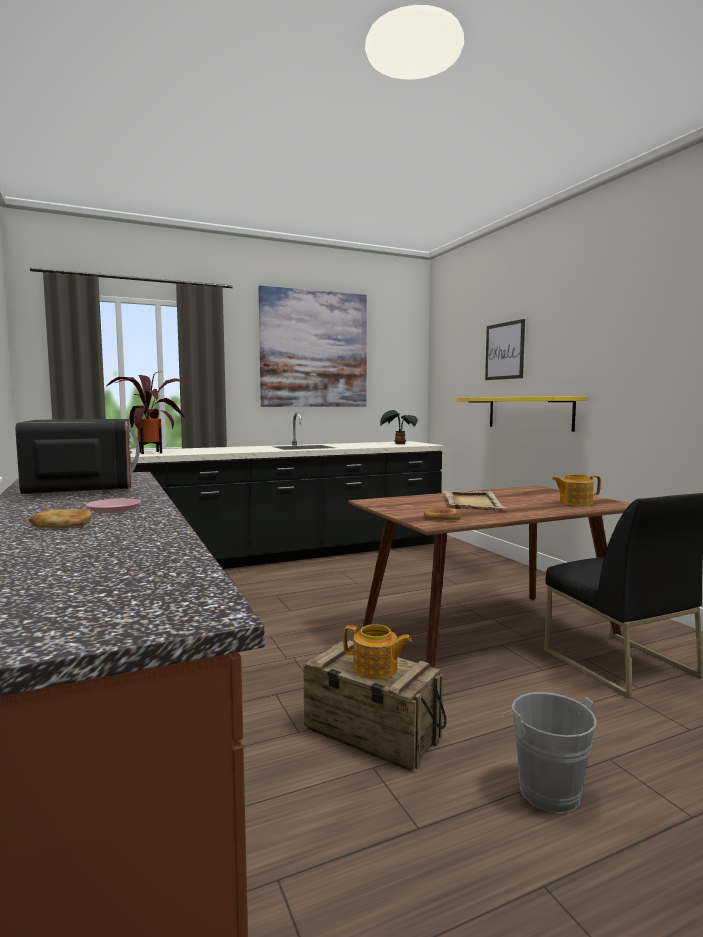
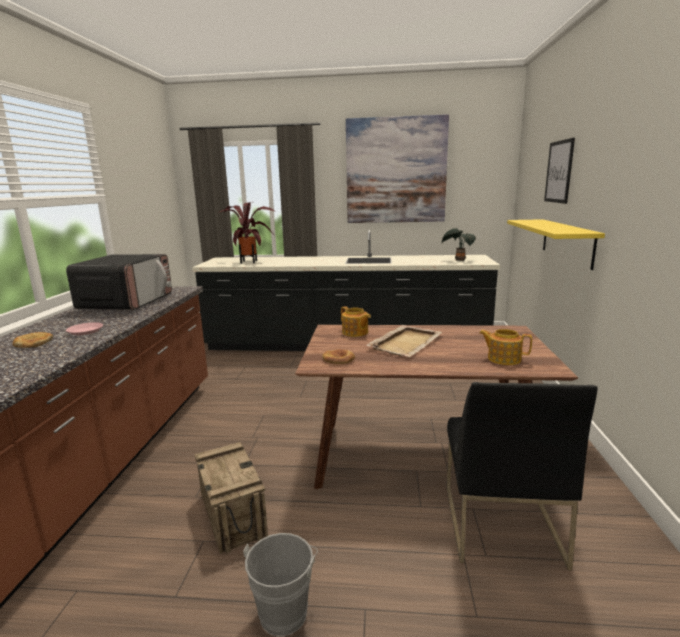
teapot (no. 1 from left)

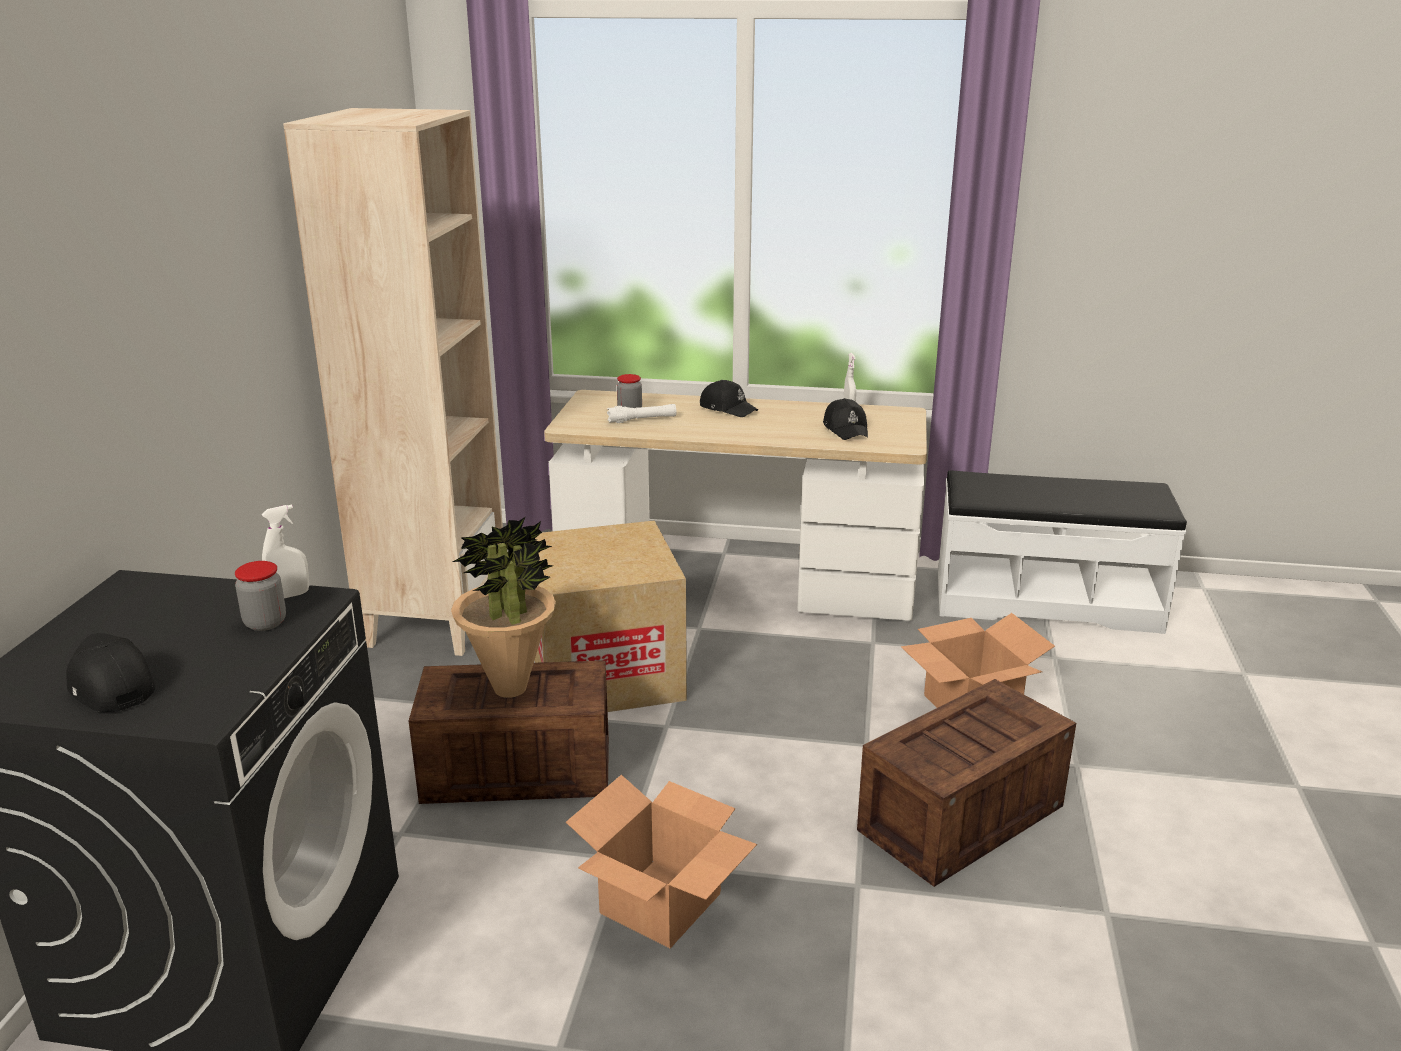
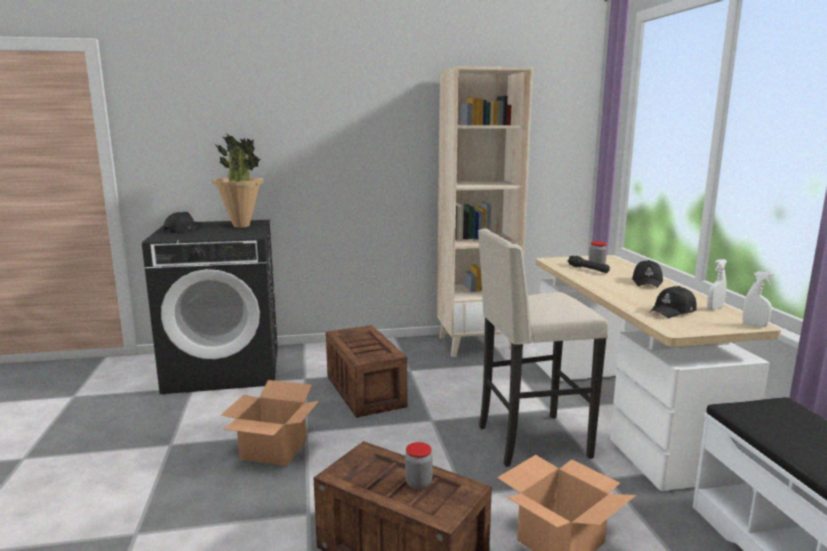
cardboard_box (no. 1 from left in the first image)
beige_stool
jar (no. 1 from left)
white_spray_bottle (no. 2 from left)
potted_plant
black_flashlight

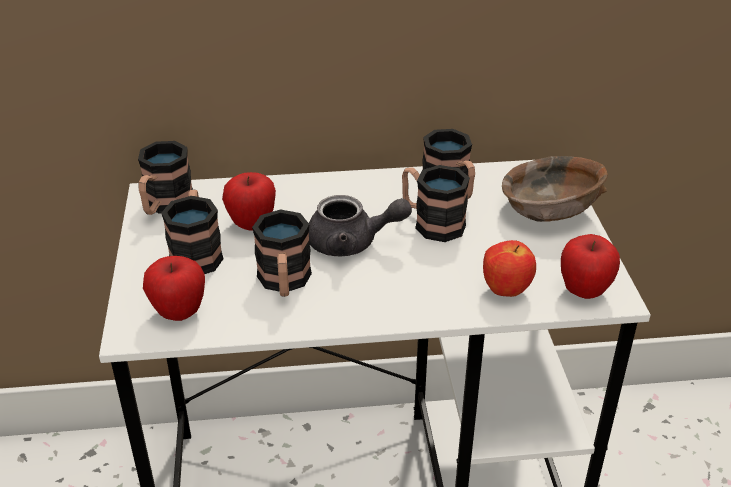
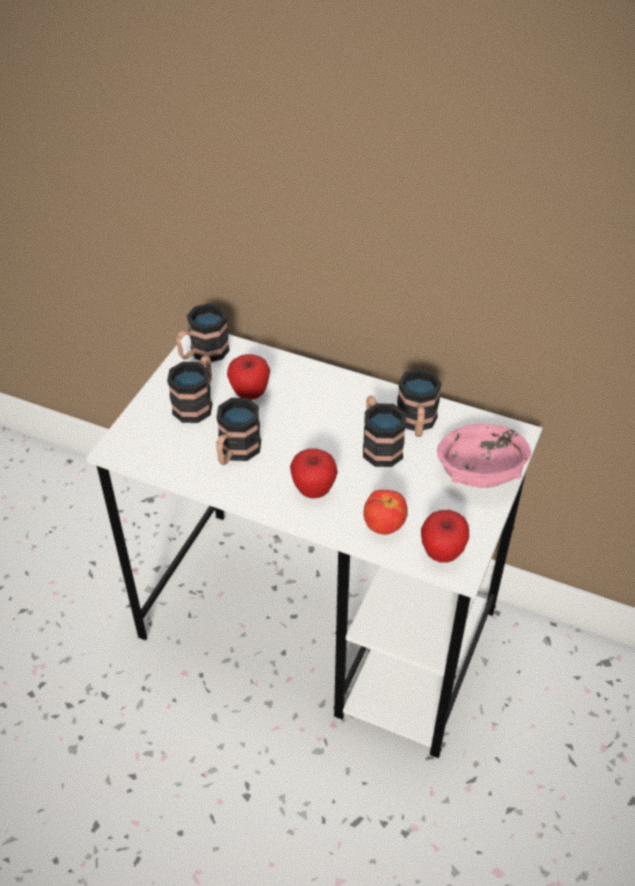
grey_teapot
apple (no. 2 from left)
pink_bowl

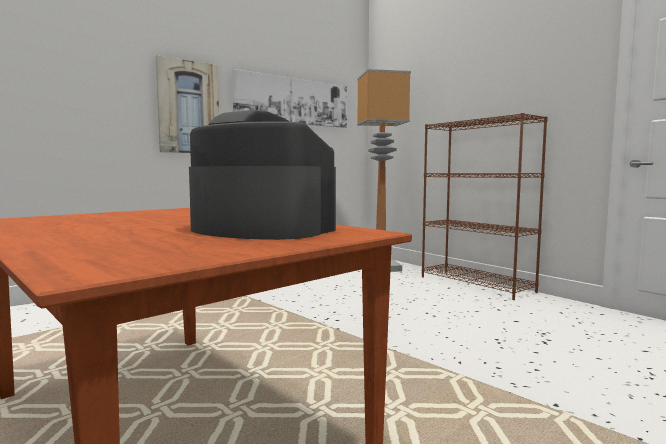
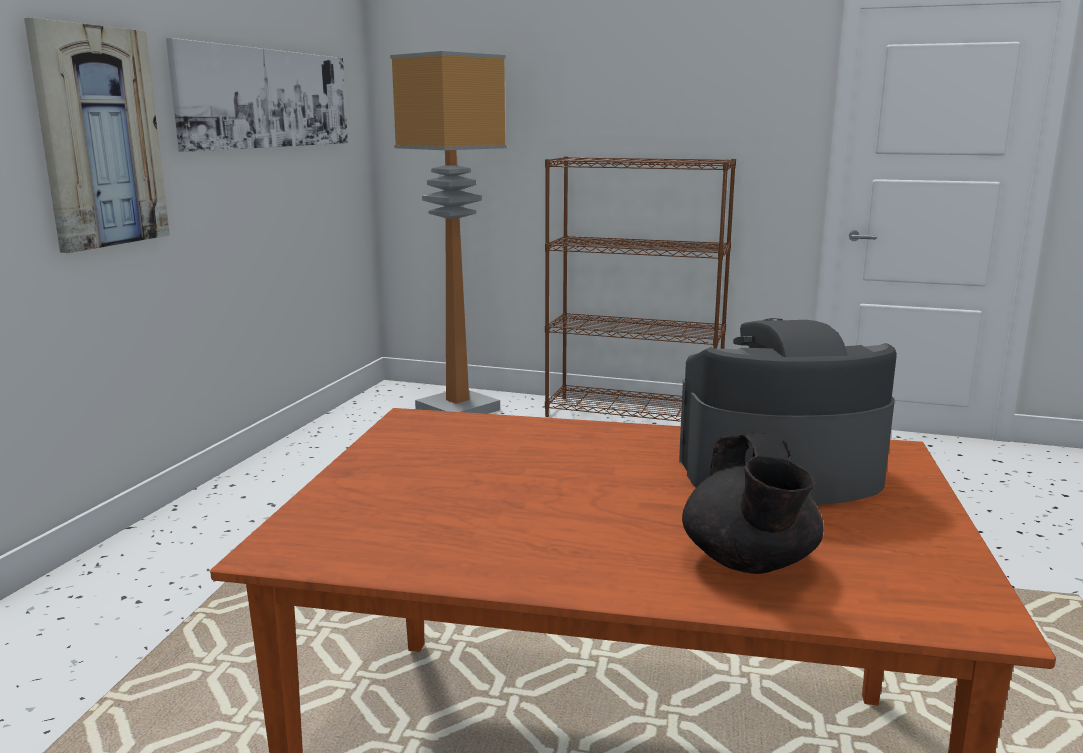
black_teapot

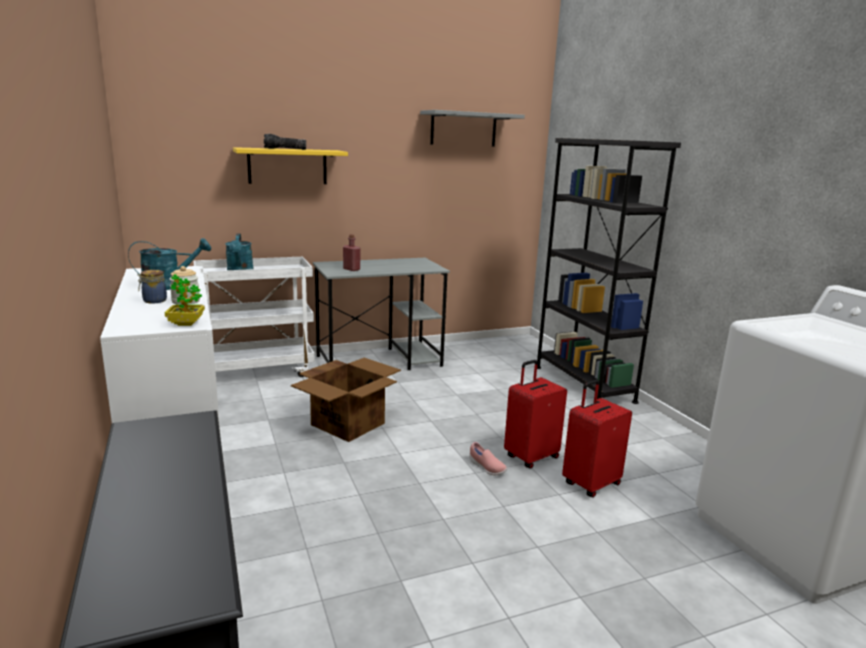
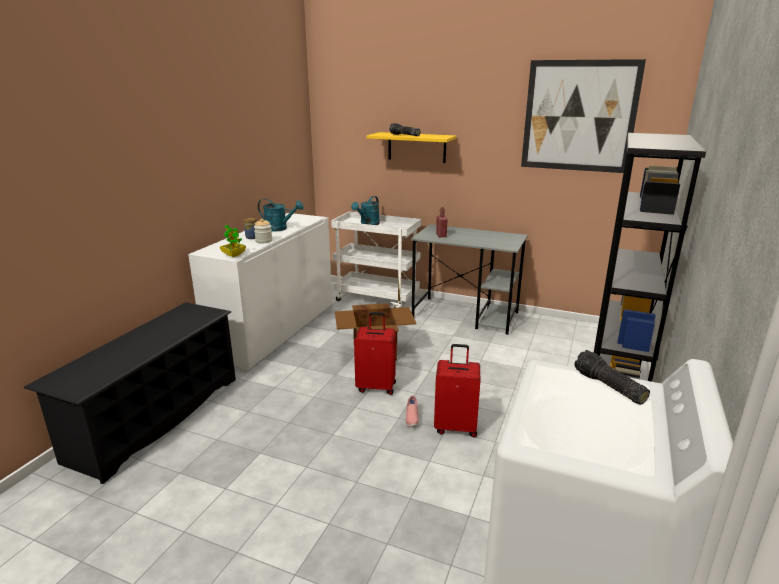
flashlight (no. 2 from left)
red_suitcase (no. 1 from left)
picture

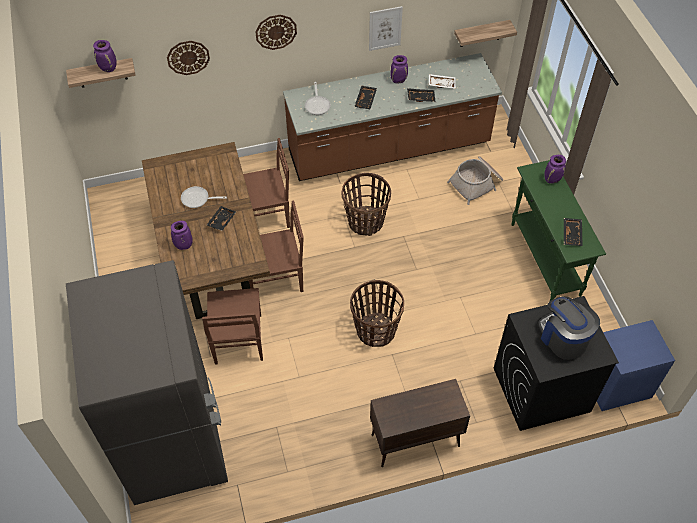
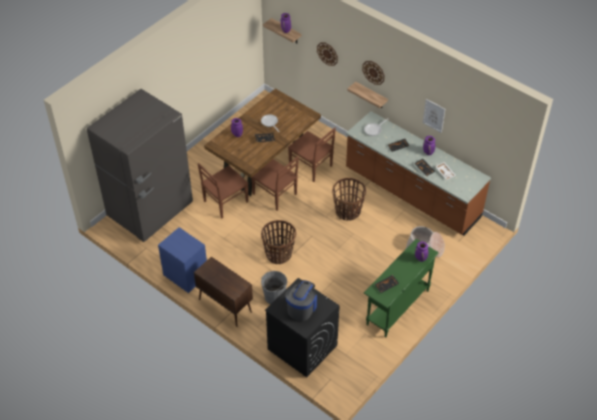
grey_bucket
shelf (no. 2 from left)
blue_nightstand

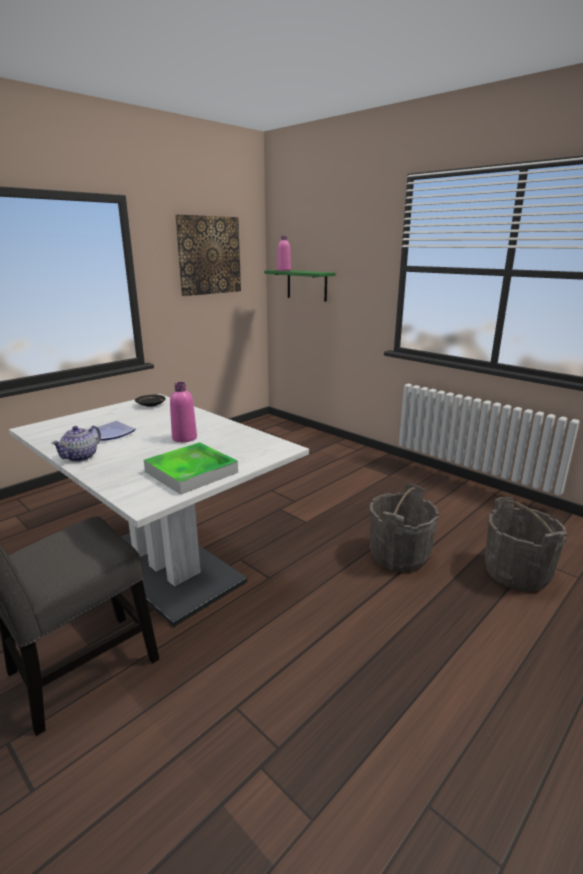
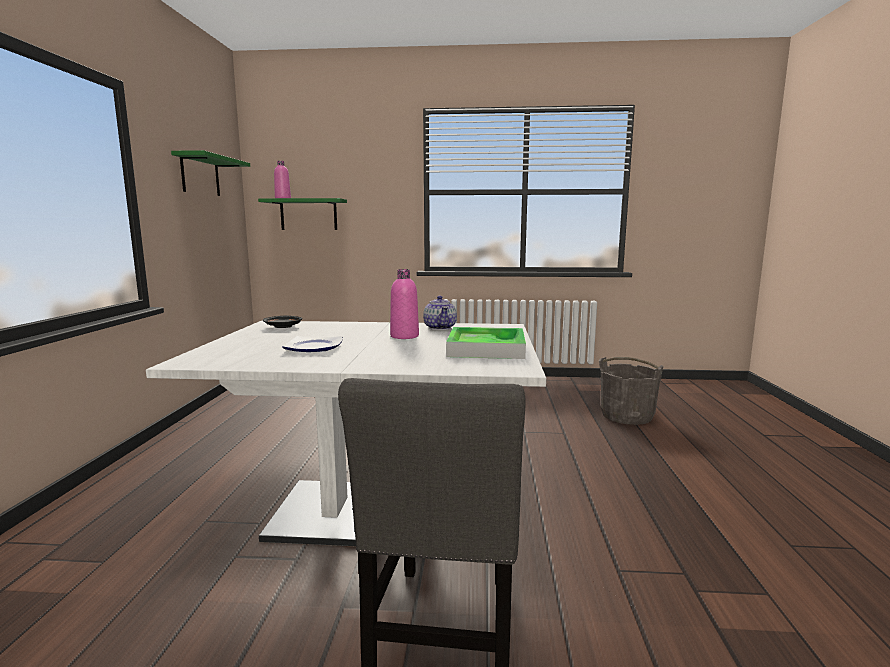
grey_bucket (no. 1 from left in the first image)
teapot
green_shelf (no. 1 from left)

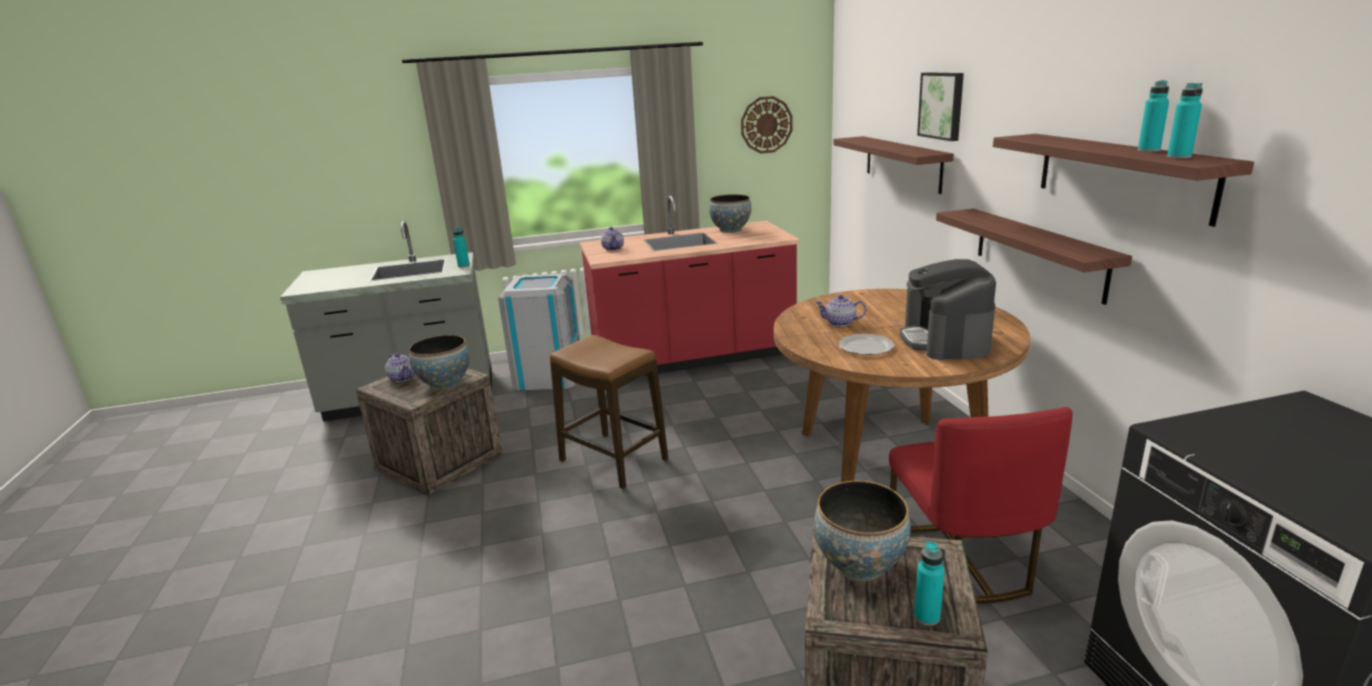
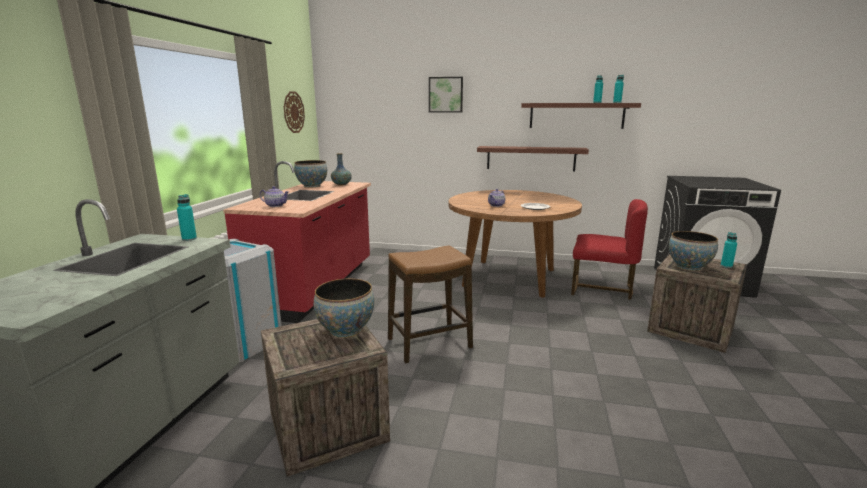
teapot (no. 1 from left in the first image)
shelf (no. 1 from left in the first image)
coffee_machine
vase

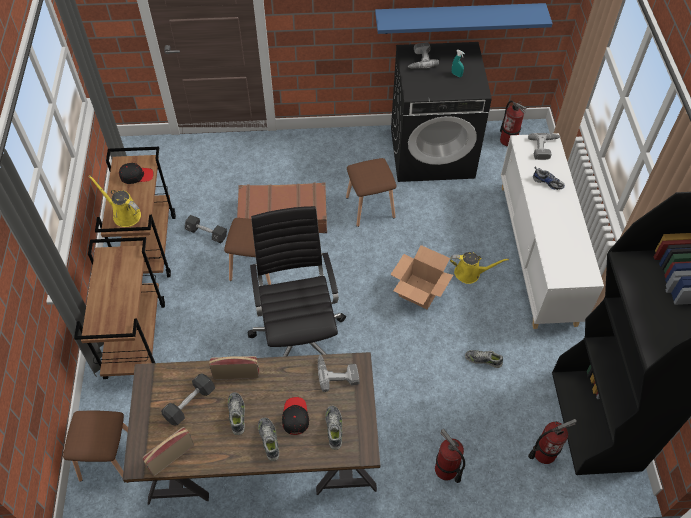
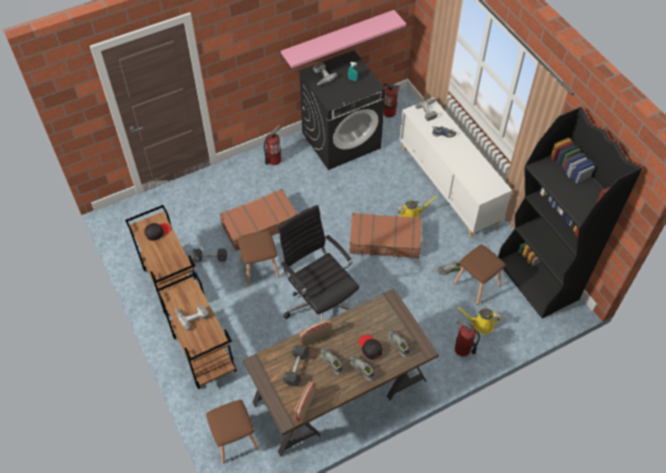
yellow_watering_can (no. 2 from left)
power_drill (no. 1 from left)
brown_stool (no. 3 from left)
fire_extinguisher (no. 1 from left)
brown_suitcase (no. 2 from left)
pink_shelf

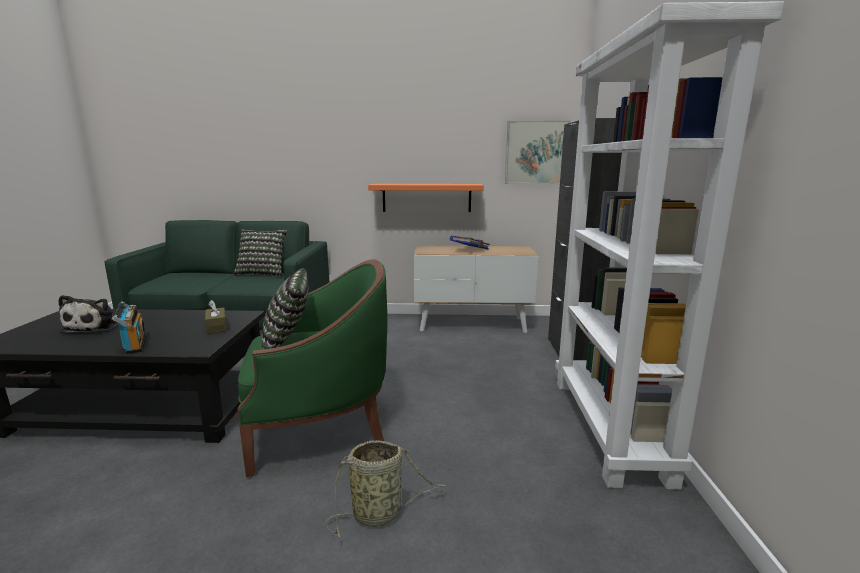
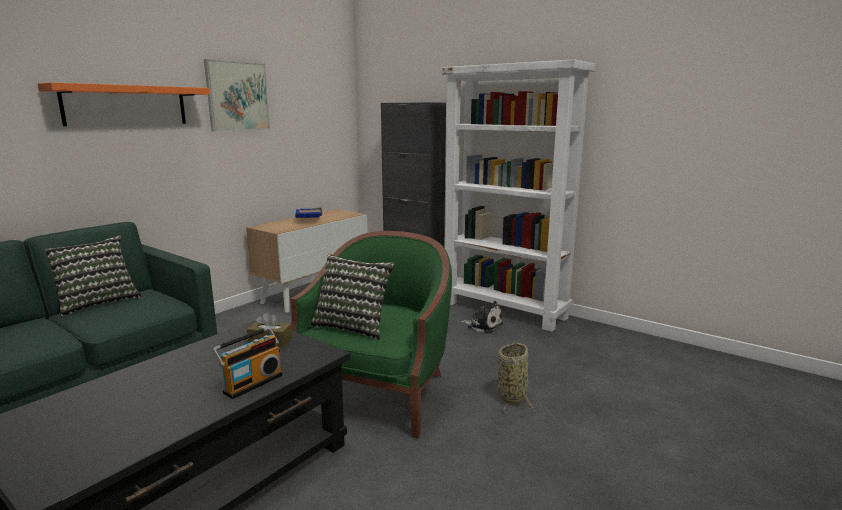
plush_toy
orange_shelf
picture
radio

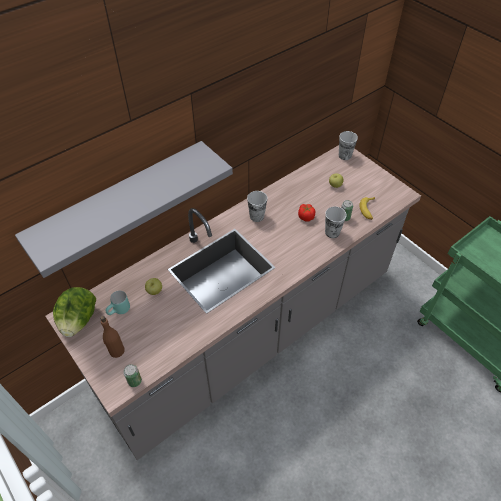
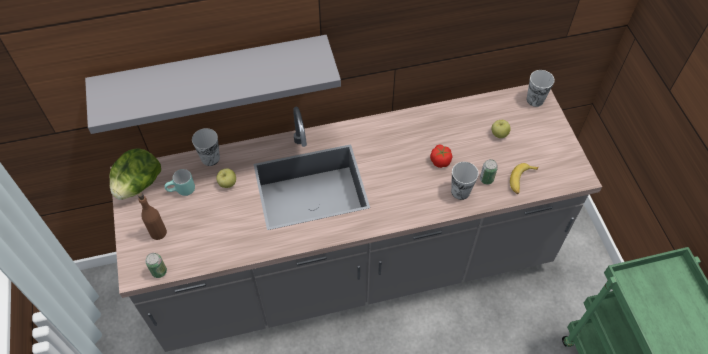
cup (no. 1 from left)

